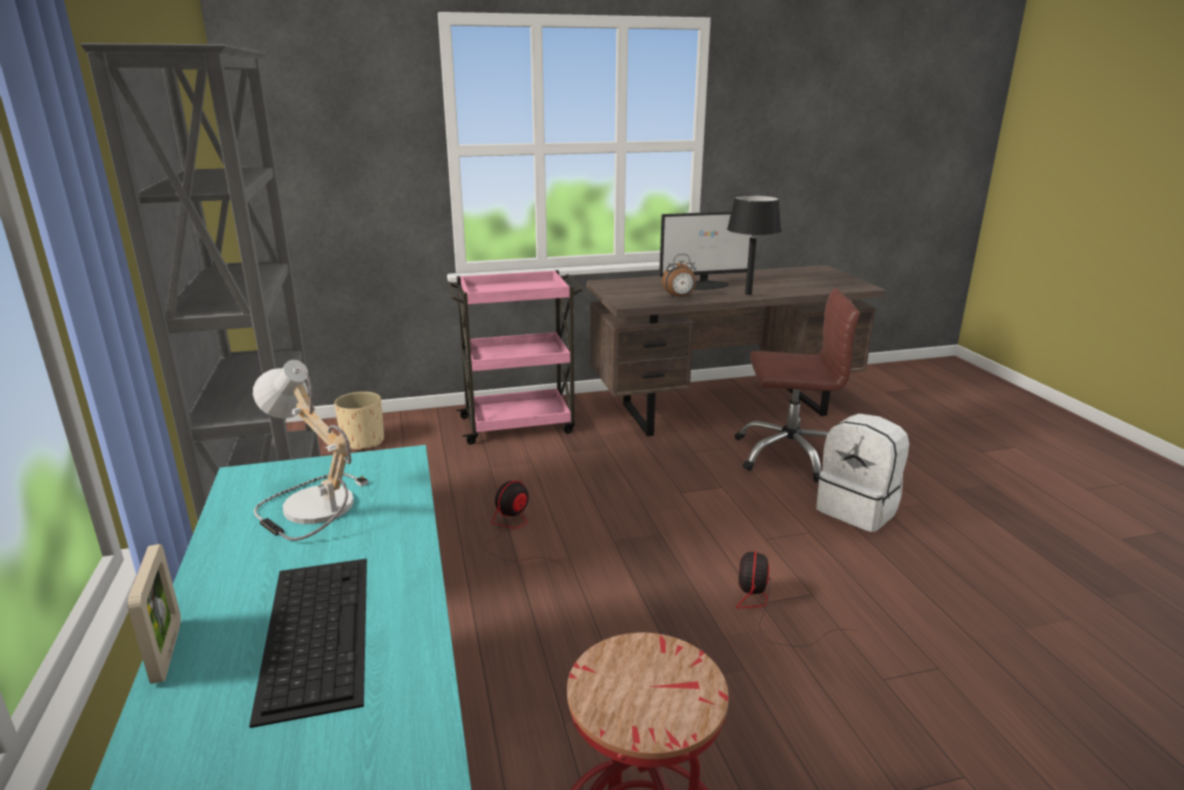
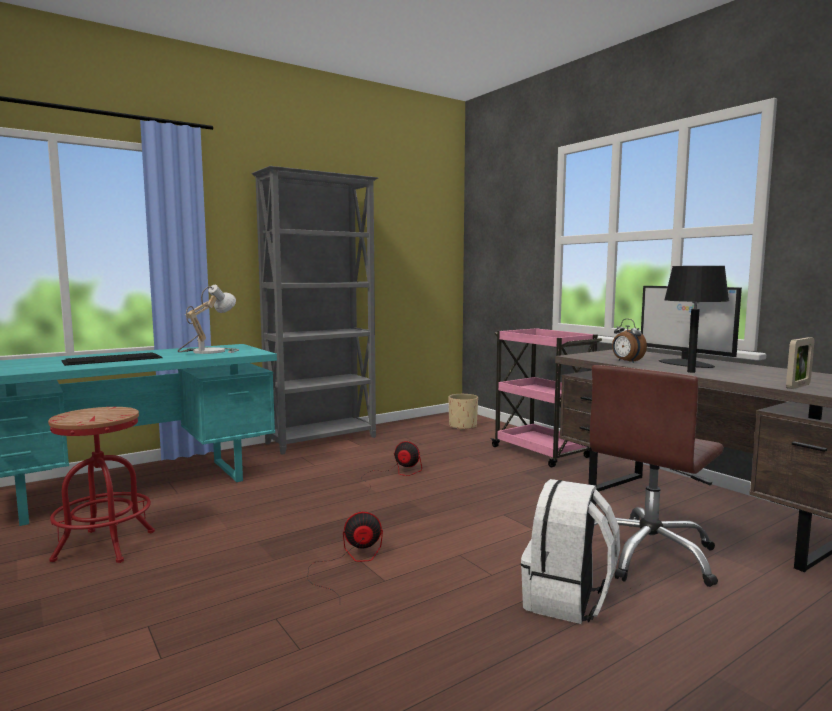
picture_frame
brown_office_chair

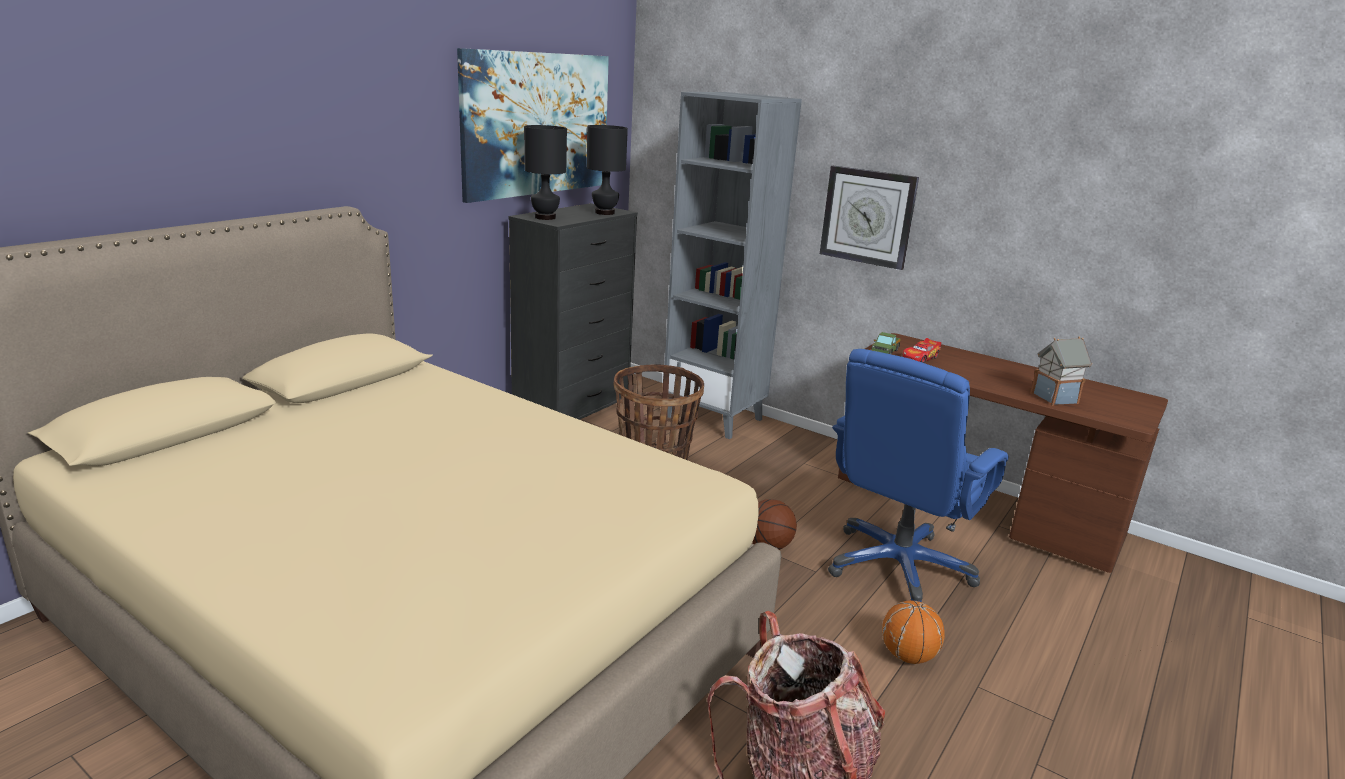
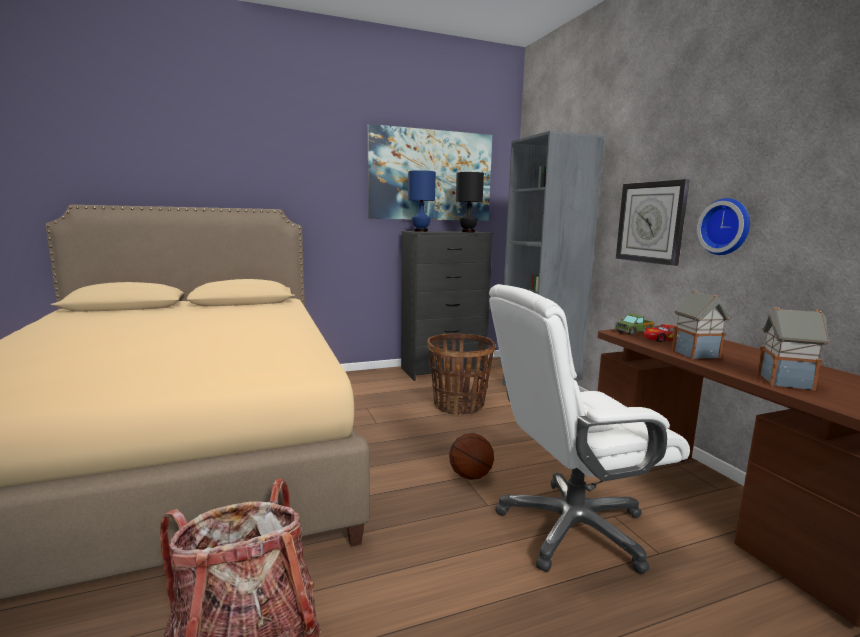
basketball (no. 2 from left in the first image)
toy_house (no. 1 from left)
wall_clock (no. 2 from left)
blue_table_lamp
white_office_chair

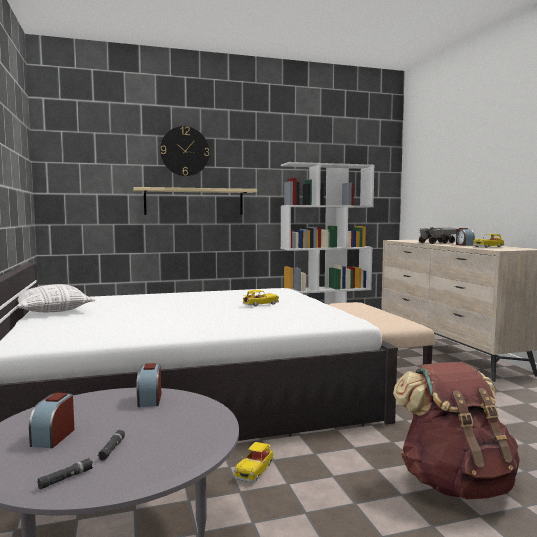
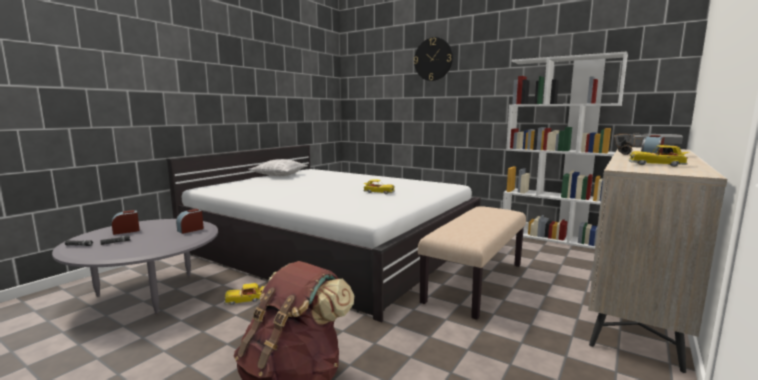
beige_shelf

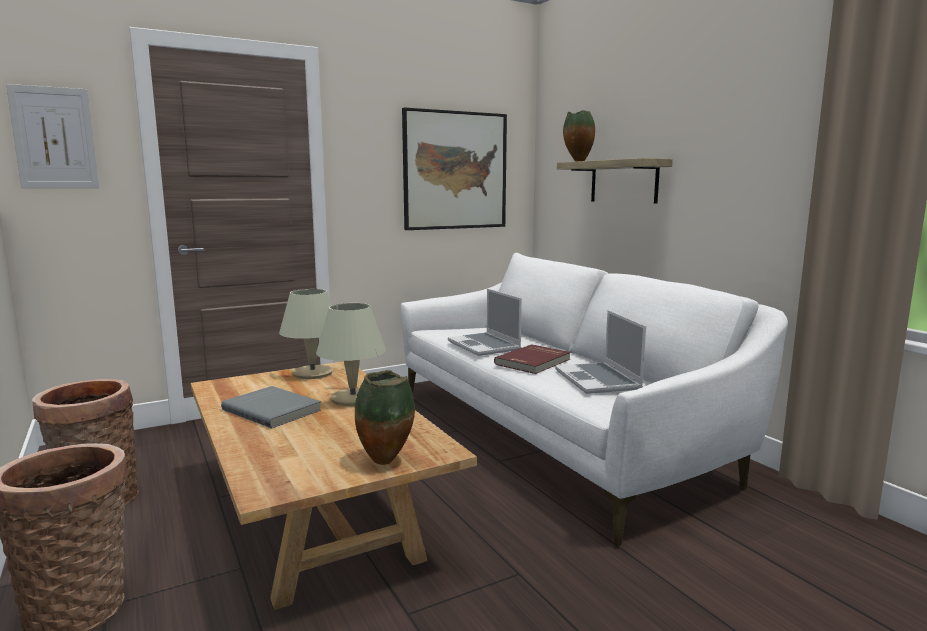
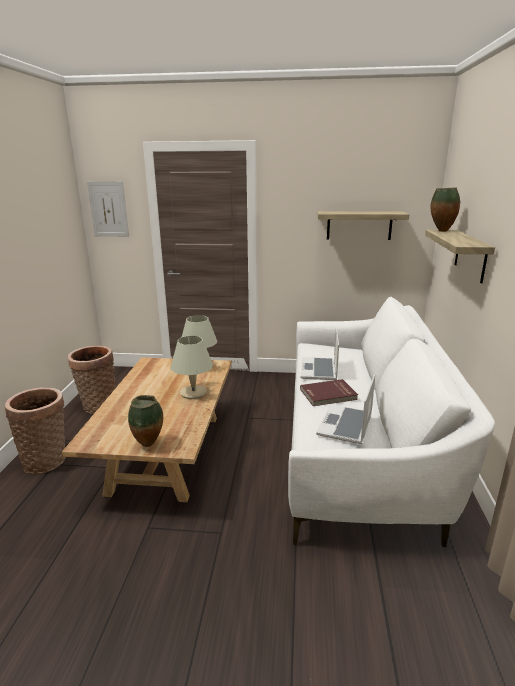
grey_book
shelf (no. 1 from left)

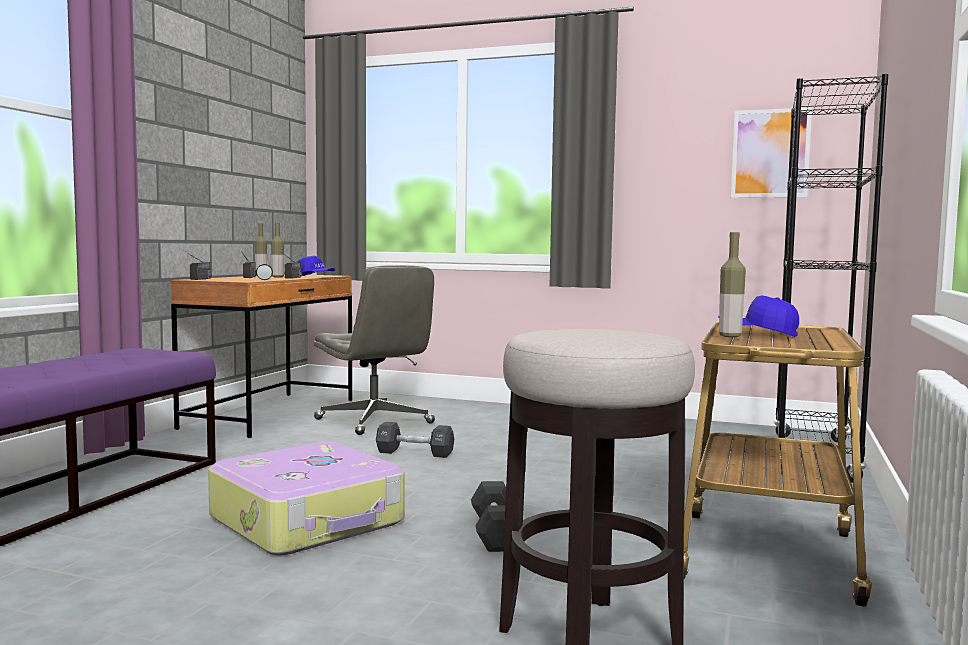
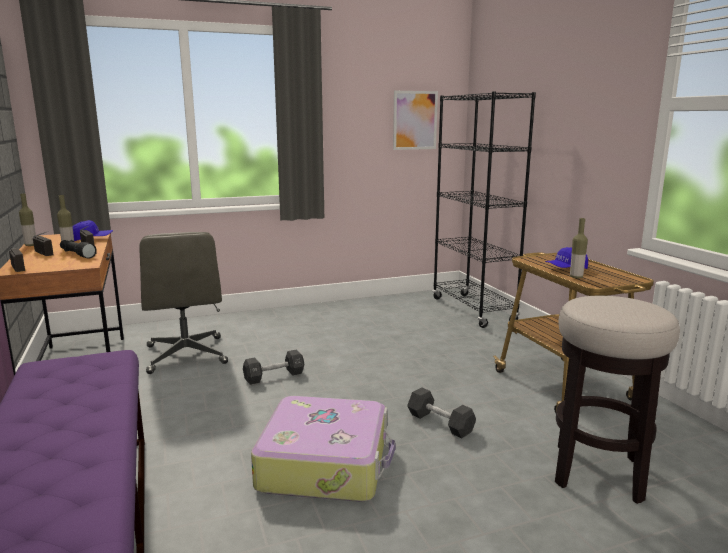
grey_office_chair

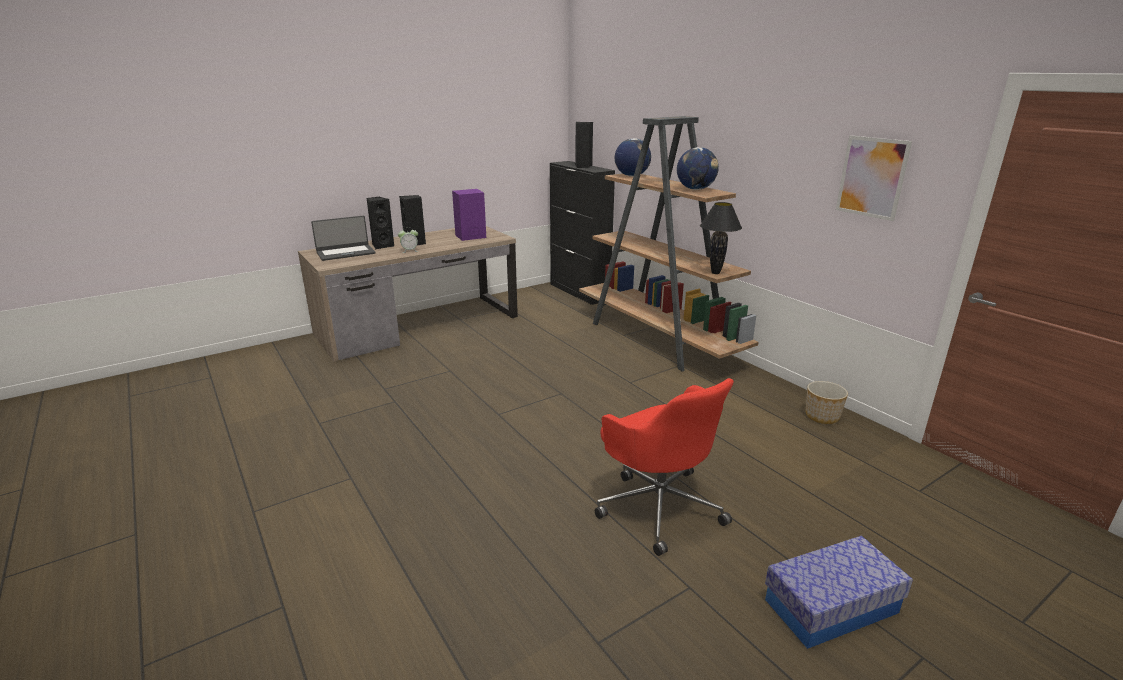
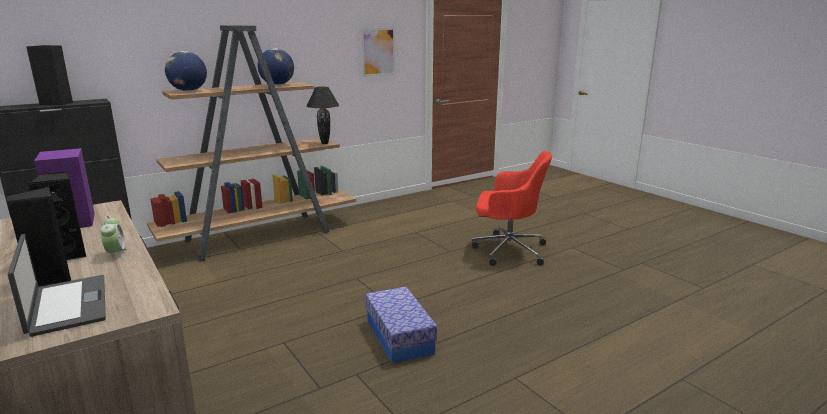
planter
storage_box
red_office_chair

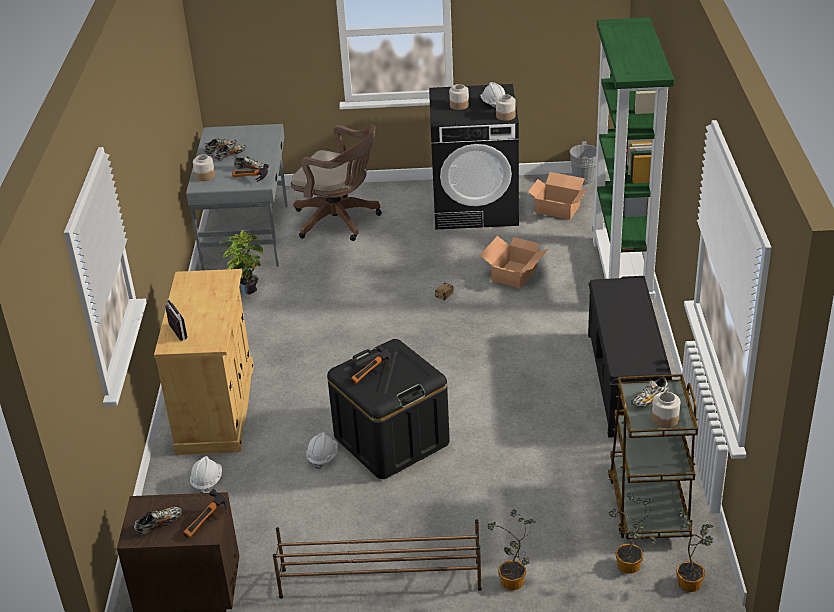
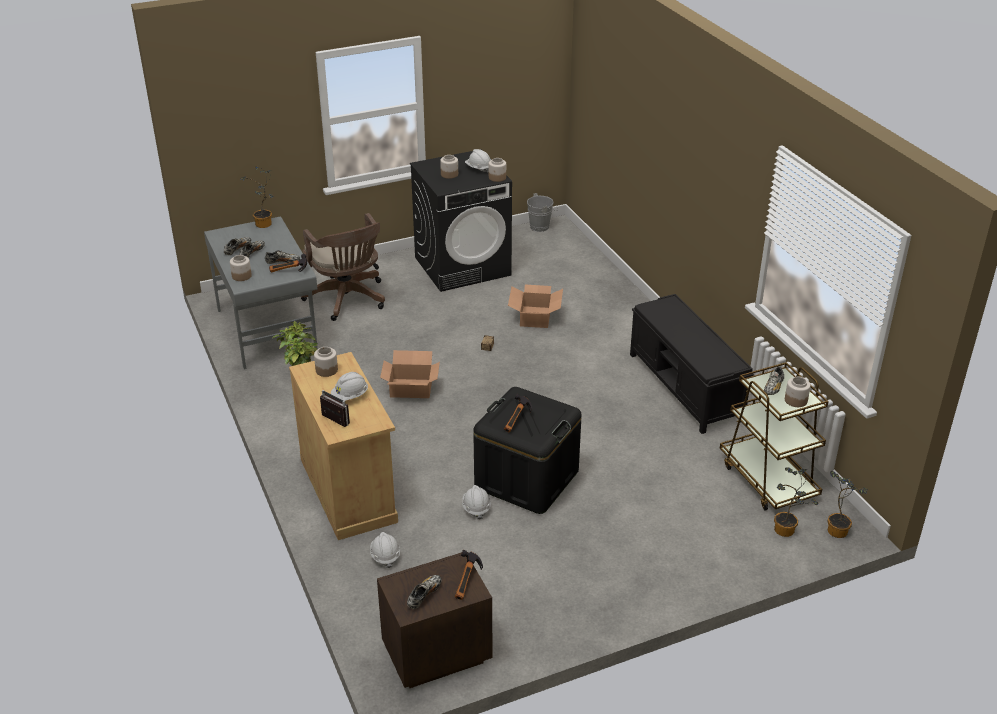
brown_shoe_rack
green_bookcase
jar (no. 2 from left)
white_hard_hat (no. 1 from left)
potted_plant (no. 1 from left)
cardboard_box (no. 1 from left)
brown_office_chair

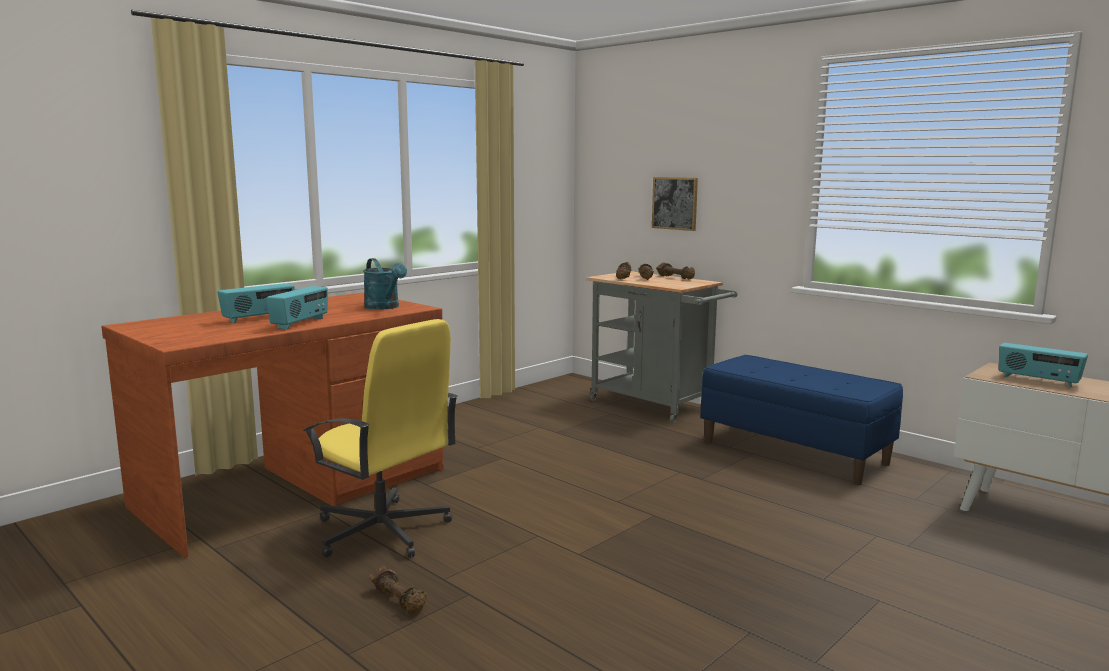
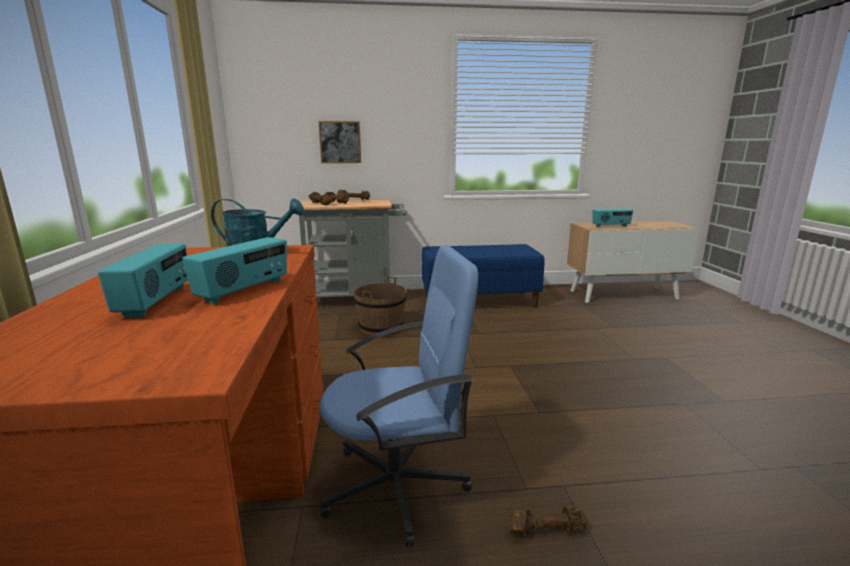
brown_bucket
blue_office_chair
radio (no. 2 from left)

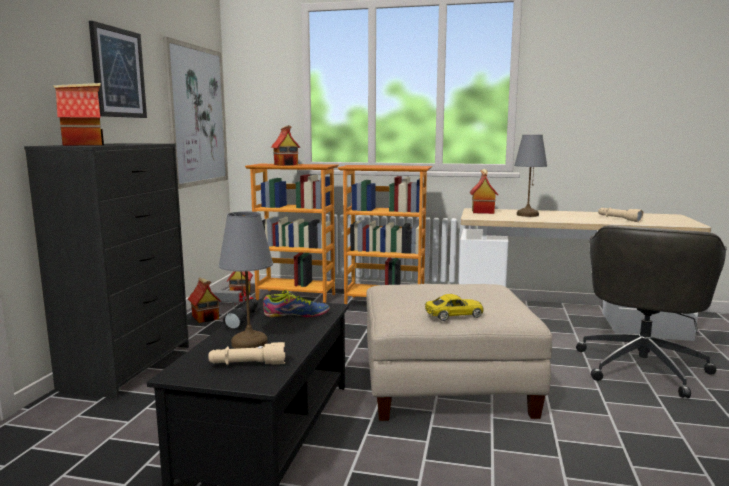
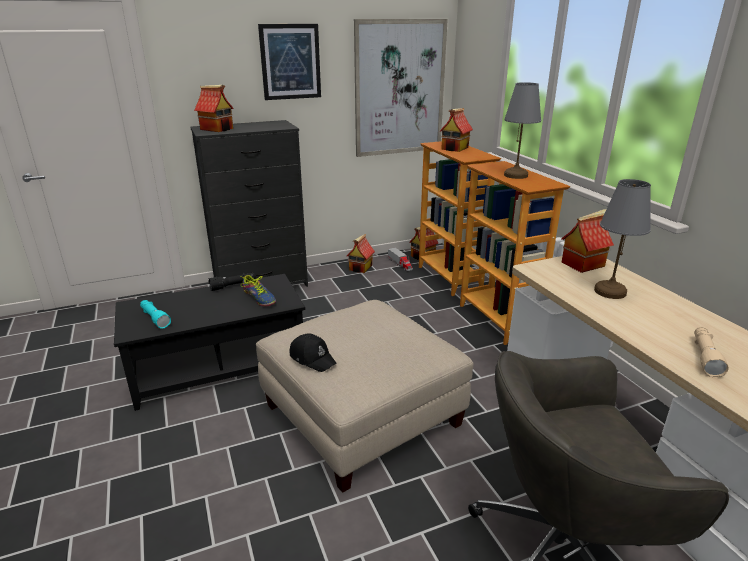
grey_table_lamp (no. 1 from left)
black_cap
turquoise_flashlight

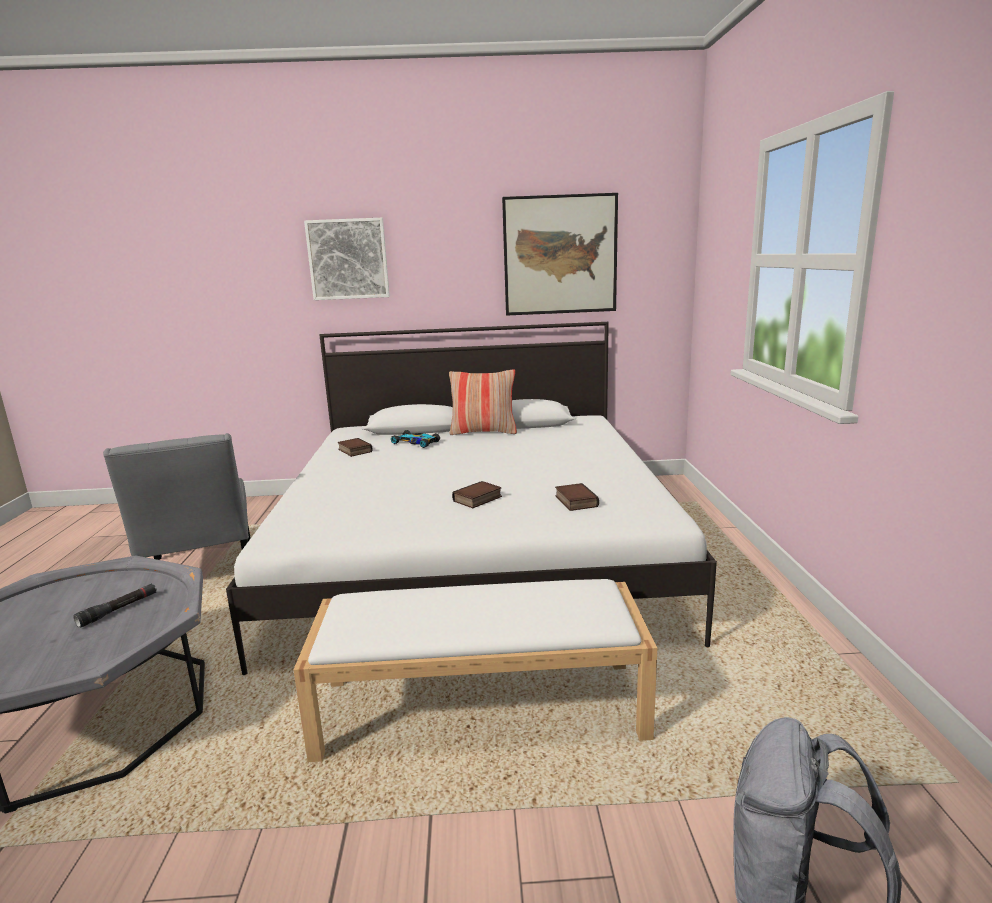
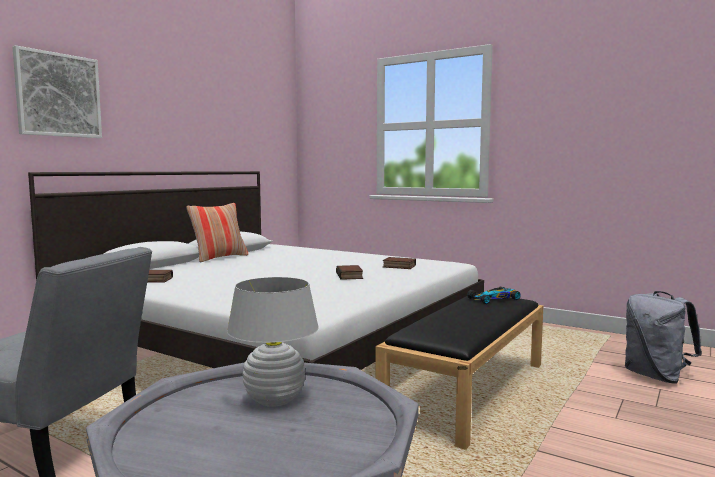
picture (no. 2 from left in the first image)
toy_car
white_table_lamp
black_bench

